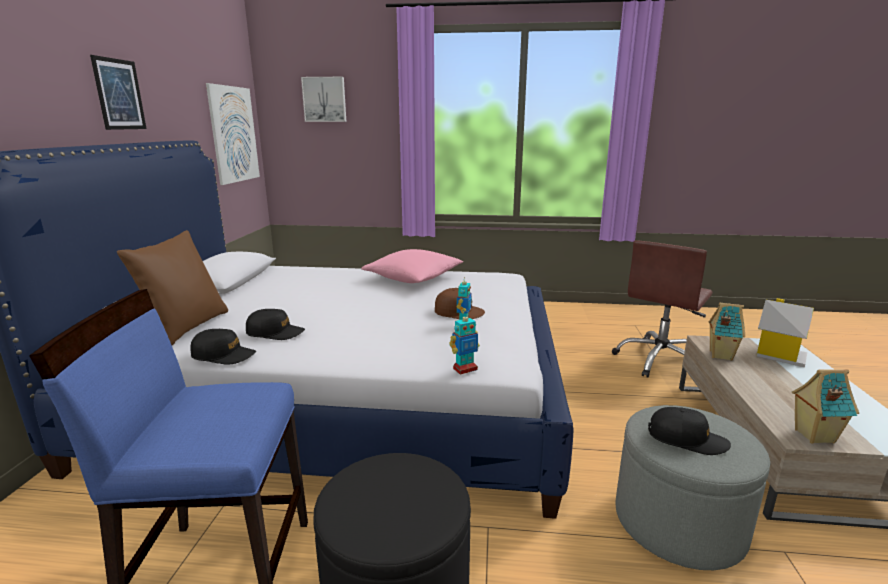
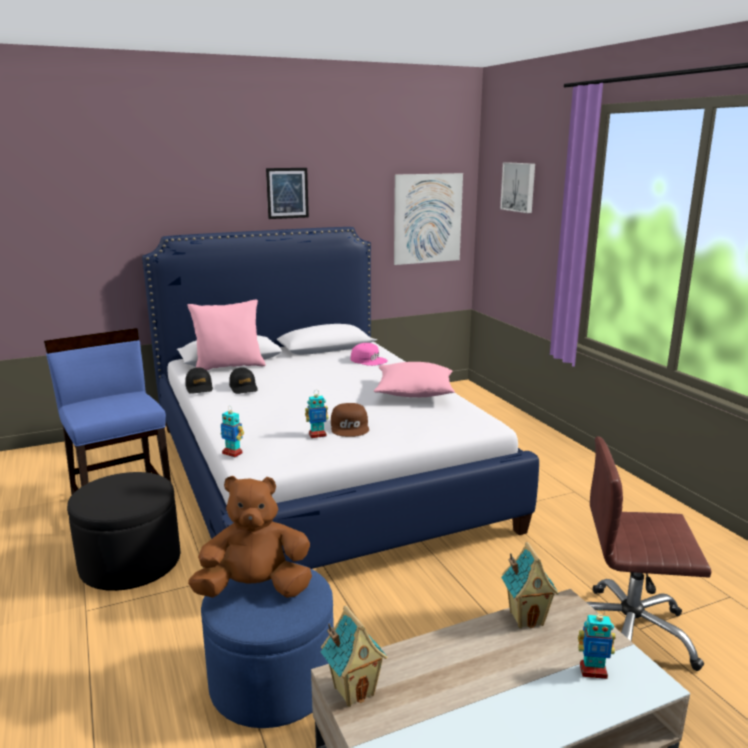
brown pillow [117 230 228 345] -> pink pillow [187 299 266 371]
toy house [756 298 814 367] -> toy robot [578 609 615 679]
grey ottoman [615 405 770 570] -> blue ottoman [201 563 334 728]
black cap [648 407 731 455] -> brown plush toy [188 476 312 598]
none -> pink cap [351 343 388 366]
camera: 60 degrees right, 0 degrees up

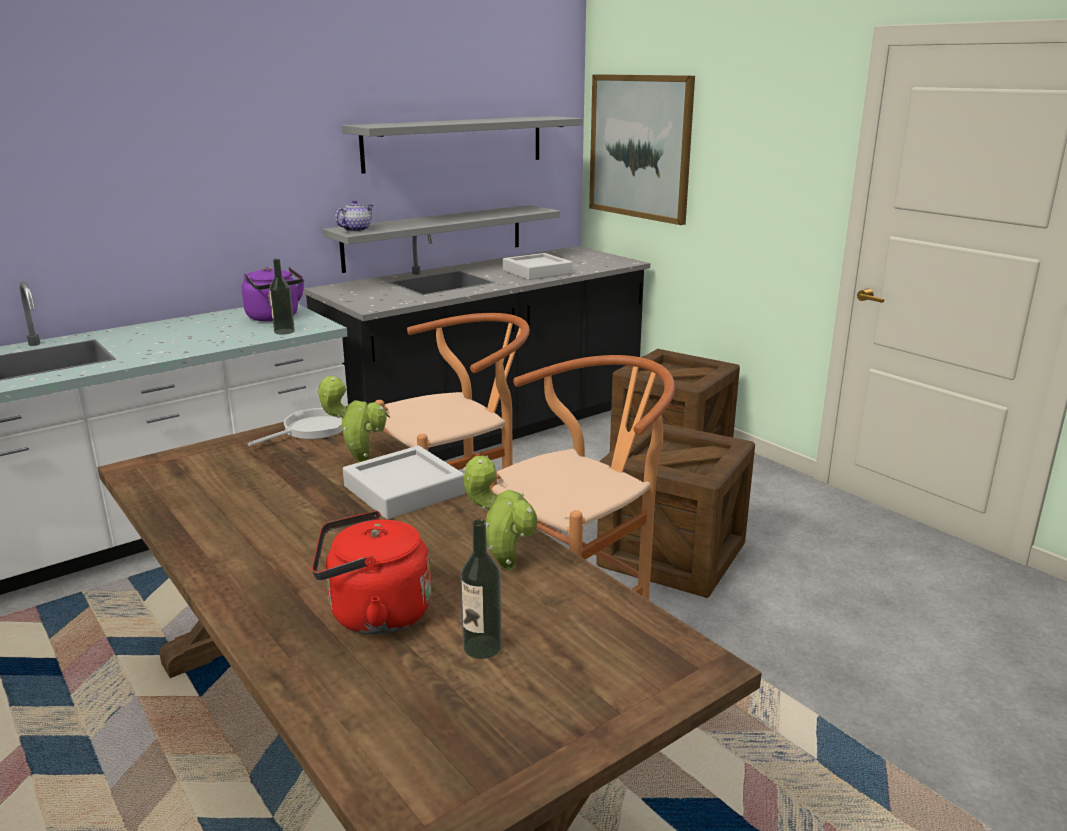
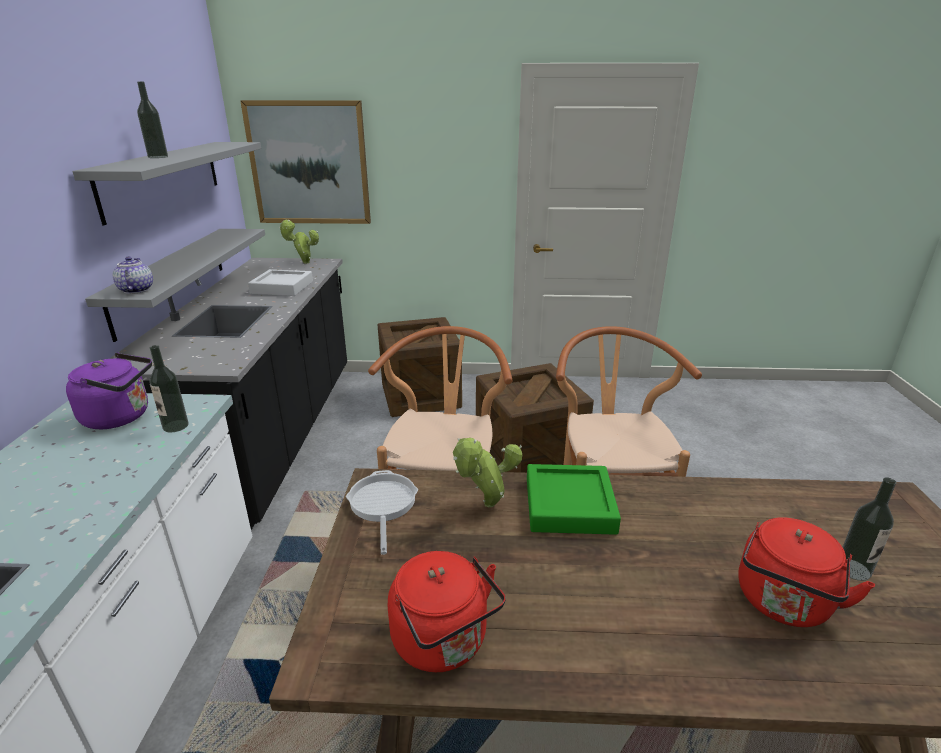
grey tray [343 446 465 519] -> green tray [527 464 621 535]
potted plant [463 456 537 570] -> potted plant [279 220 319 264], shifted
none -> bottle [137 82 168 158]
none -> red kettle [388 551 506 672]
camera: 50 degrees left, 5 degrees up

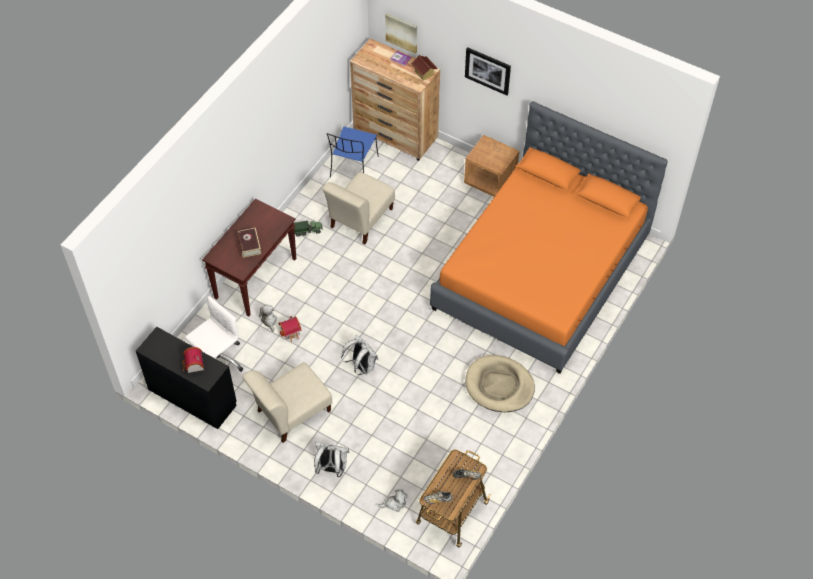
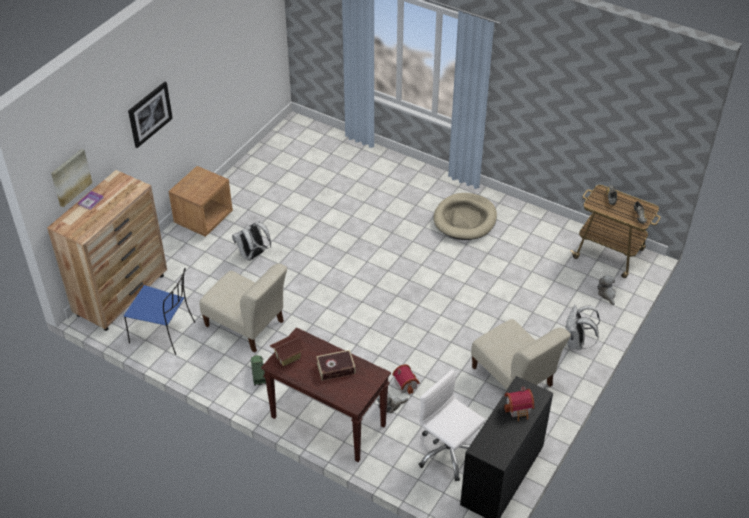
toy house [411 55 438 81] -> toy house [270 335 305 366], shifted
orange bed [430 101 668 374] -> none
white backpack [341 335 378 375] -> white backpack [232 220 271 260], shifted
camera: 90 degrees left, 10 degrees down

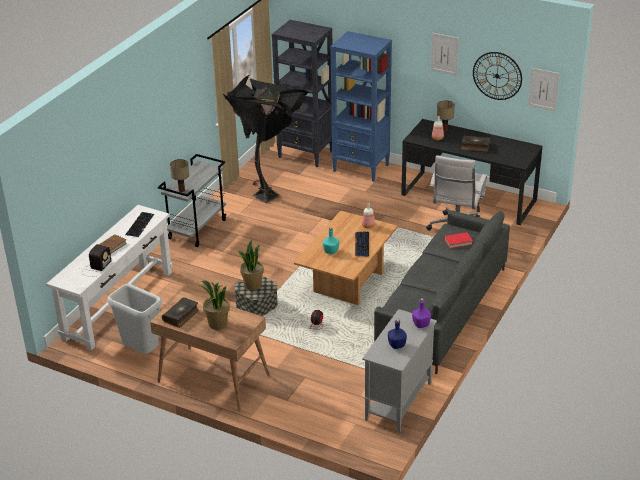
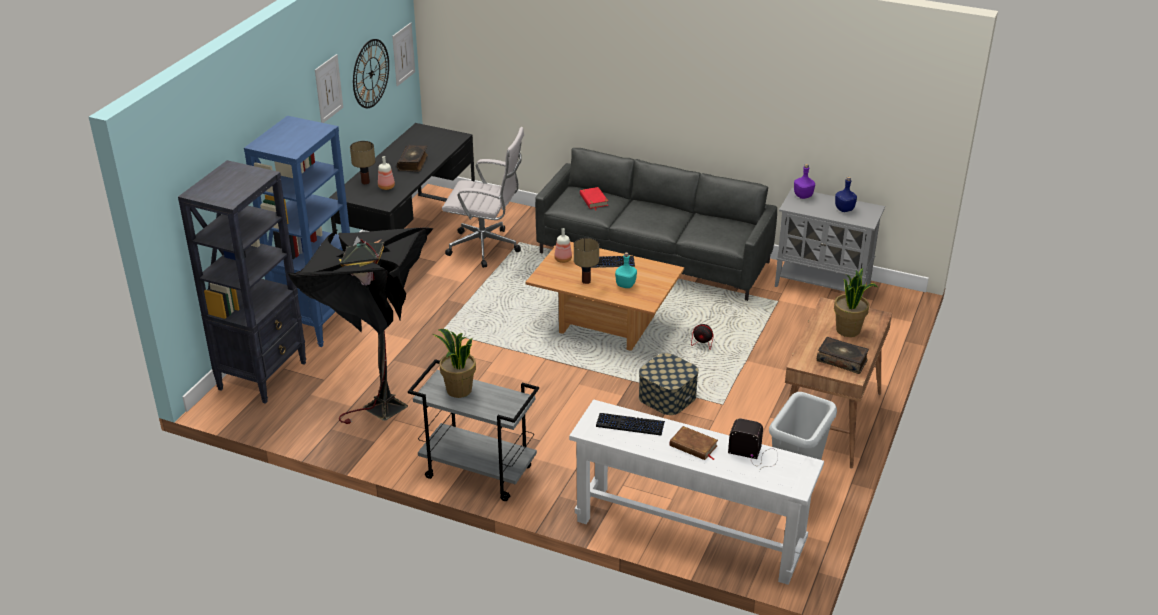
table lamp [170 159 189 192] -> table lamp [574 238 599 284], shifted
potted plant [238 239 264 291] -> potted plant [433 329 476 398], shifted
camera: 95 degrees left, 0 degrees up

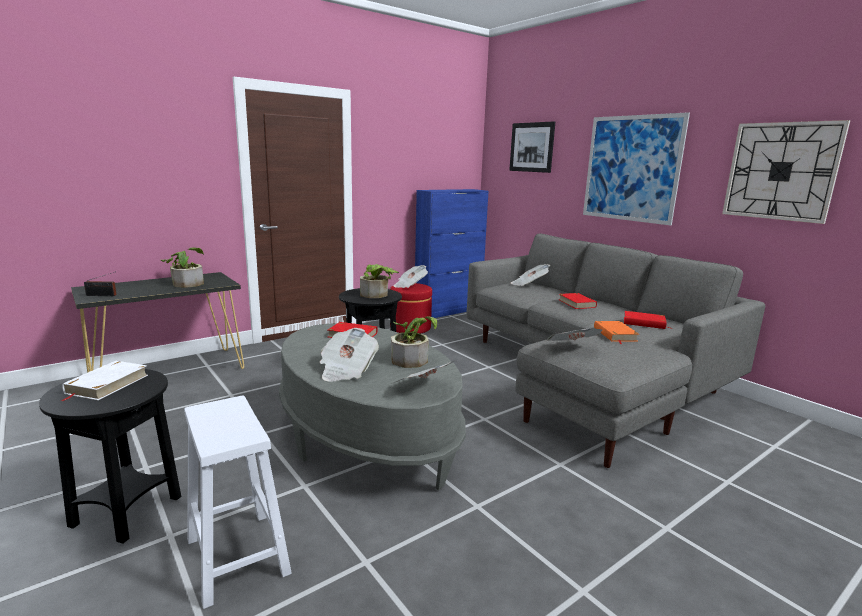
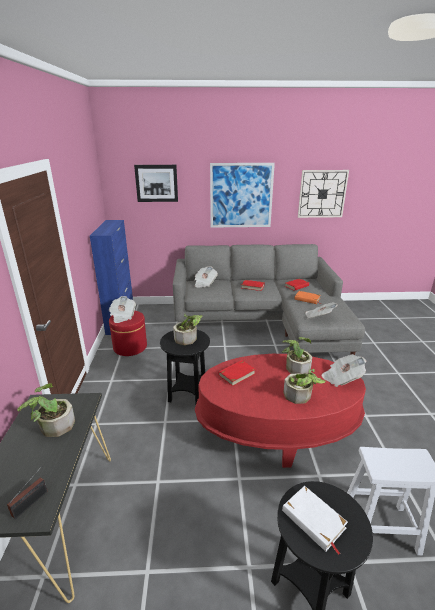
grey coffee table [279 323 466 490] -> red coffee table [195 354 366 468]
newspaper [320 328 379 382] -> potted plant [284 369 326 404]
camera: 55 degrees left, 10 degrees up

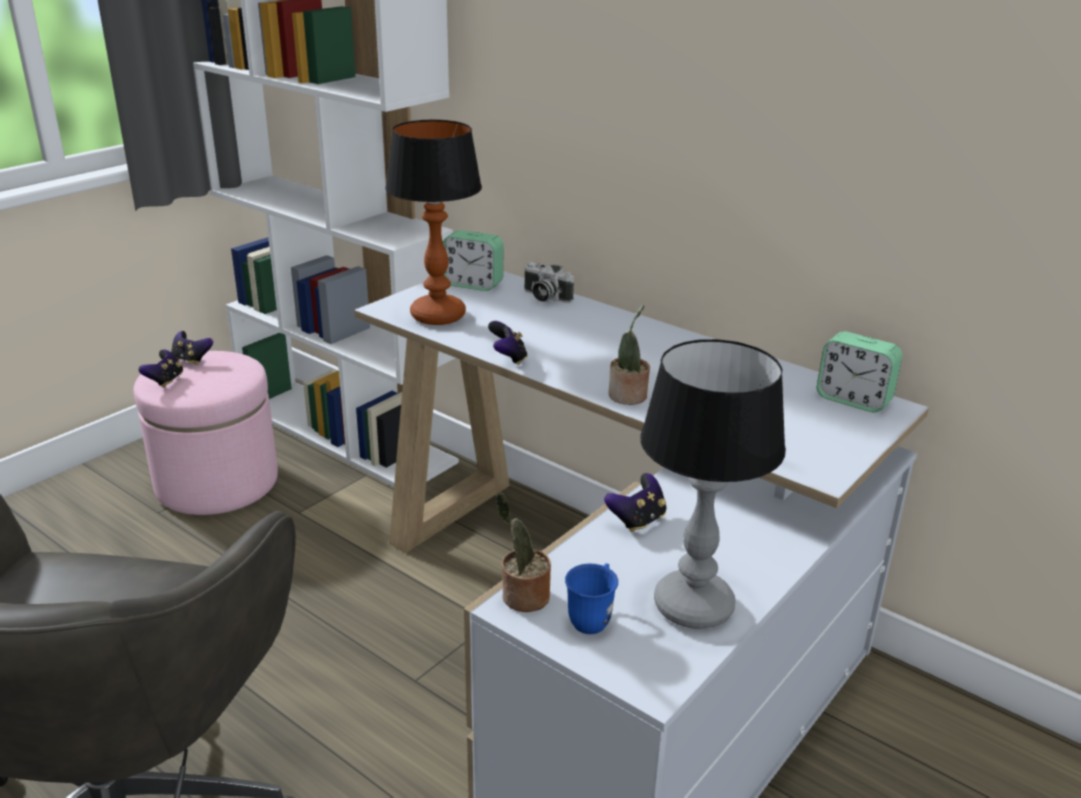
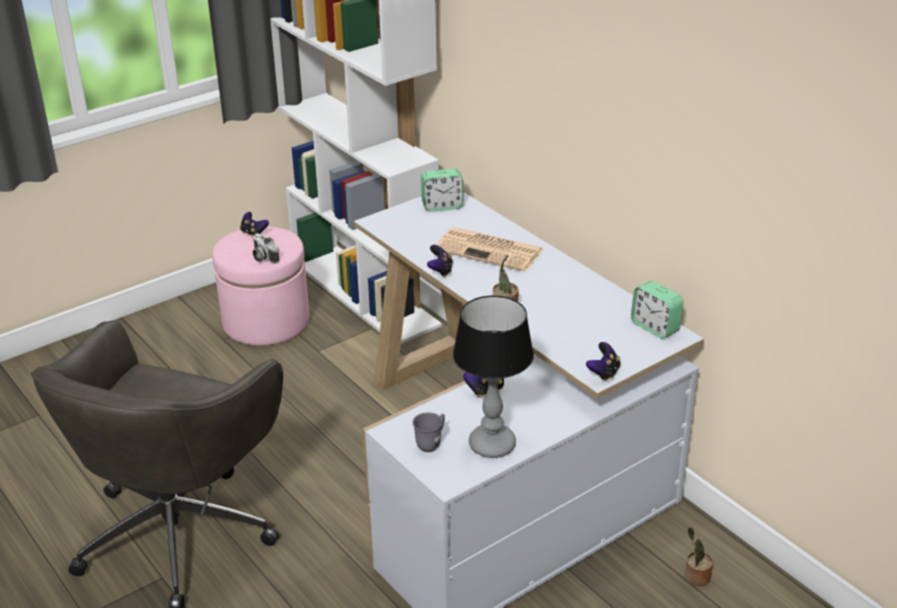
table lamp [385 120 482 325] -> none
alarm clock [443 230 504 291] -> alarm clock [421 168 464 212], 45 degrees counterclockwise
photo camera [524 262 574 303] -> photo camera [253 233 279 264], shifted
game controller [138 349 183 388] -> game controller [586 342 620 381], shifted
potted plant [496 493 551 612] -> potted plant [685 527 713 586], shifted
blue mug [565 563 618 634] -> grey mug [413 412 445 452]
none -> newspaper [436 227 543 272]
camera: 15 degrees right, 5 degrees up

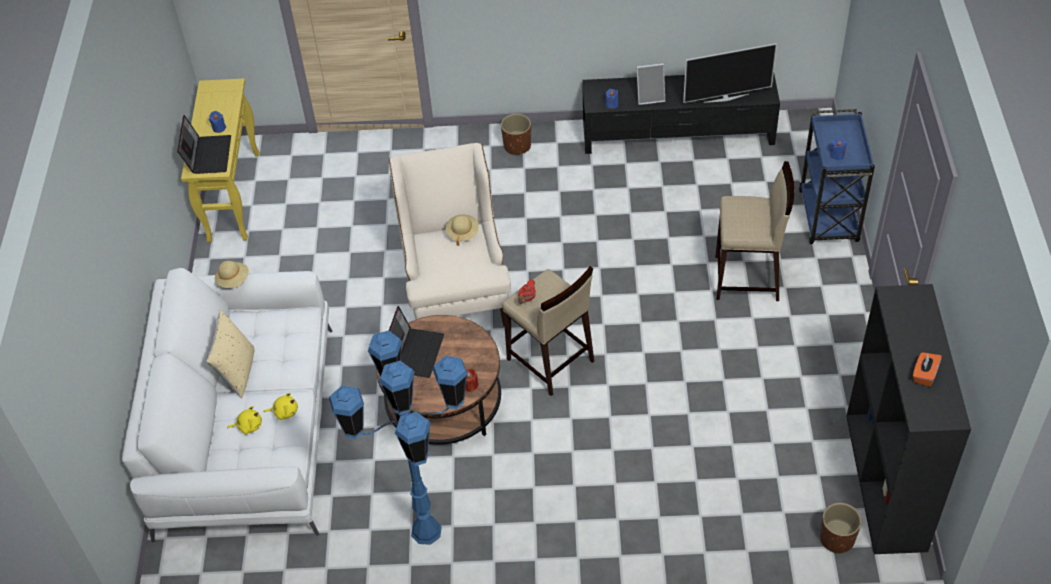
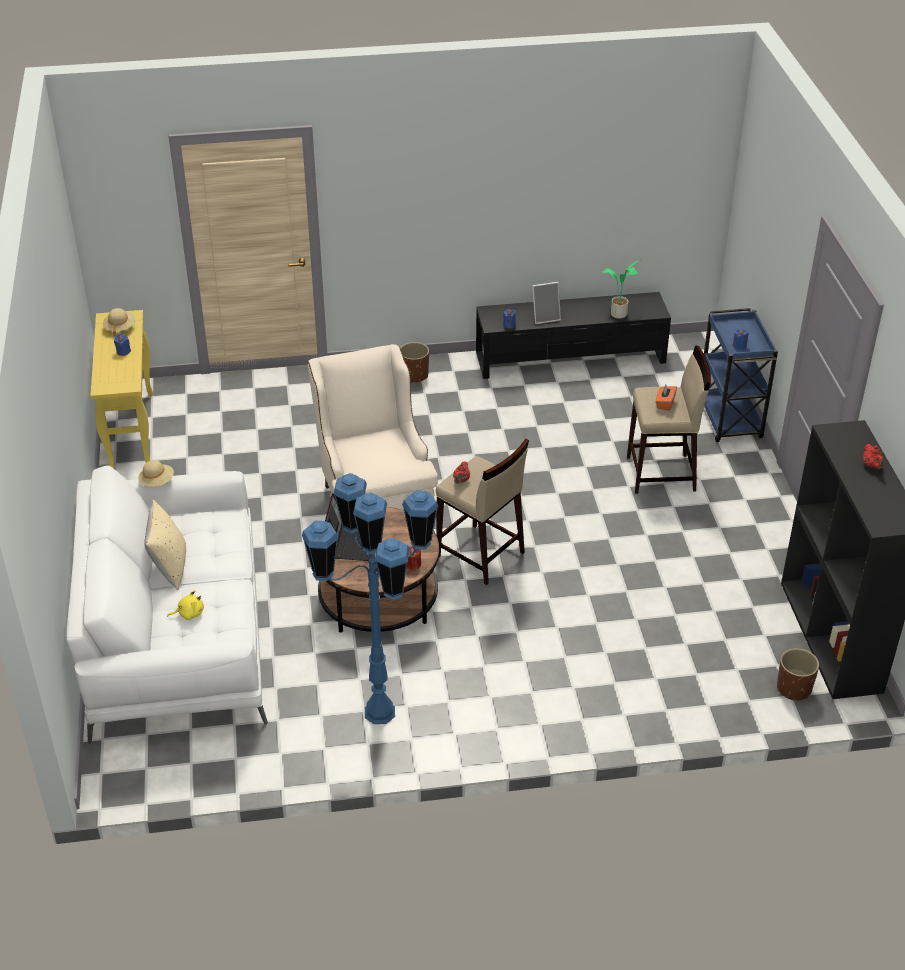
television [683 43 777 103] -> potted plant [602 261 638 319]
laptop [177 115 231 174] -> none
beige hat [446 215 479 246] -> beige hat [103 308 135 337], shifted
orange tissue box [913 352 942 387] -> orange tissue box [656 384 677 411], shifted
yellow plush toy [263 393 298 420] -> none
none -> red teapot [863 444 883 469]
camera: 10 degrees left, 10 degrees down

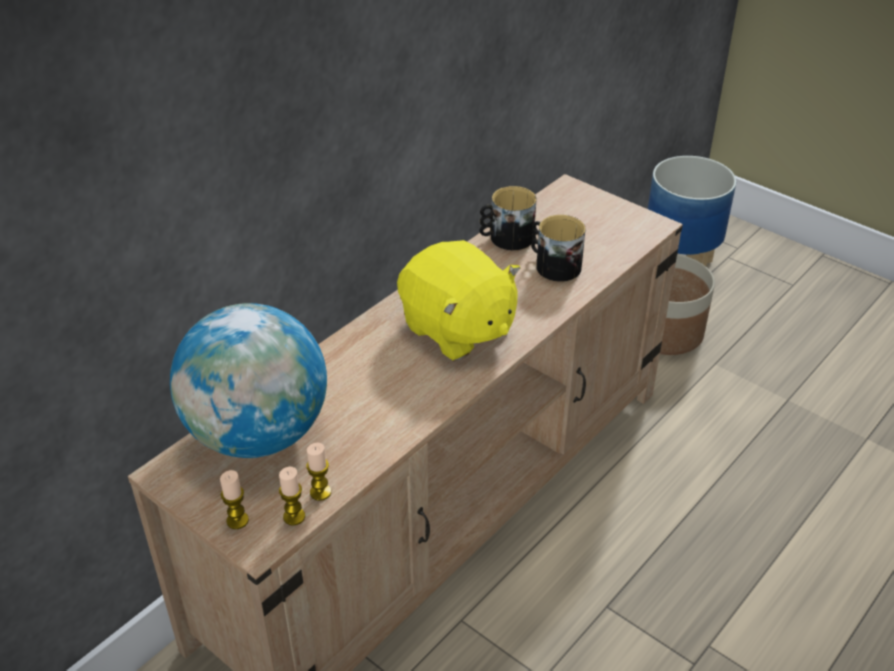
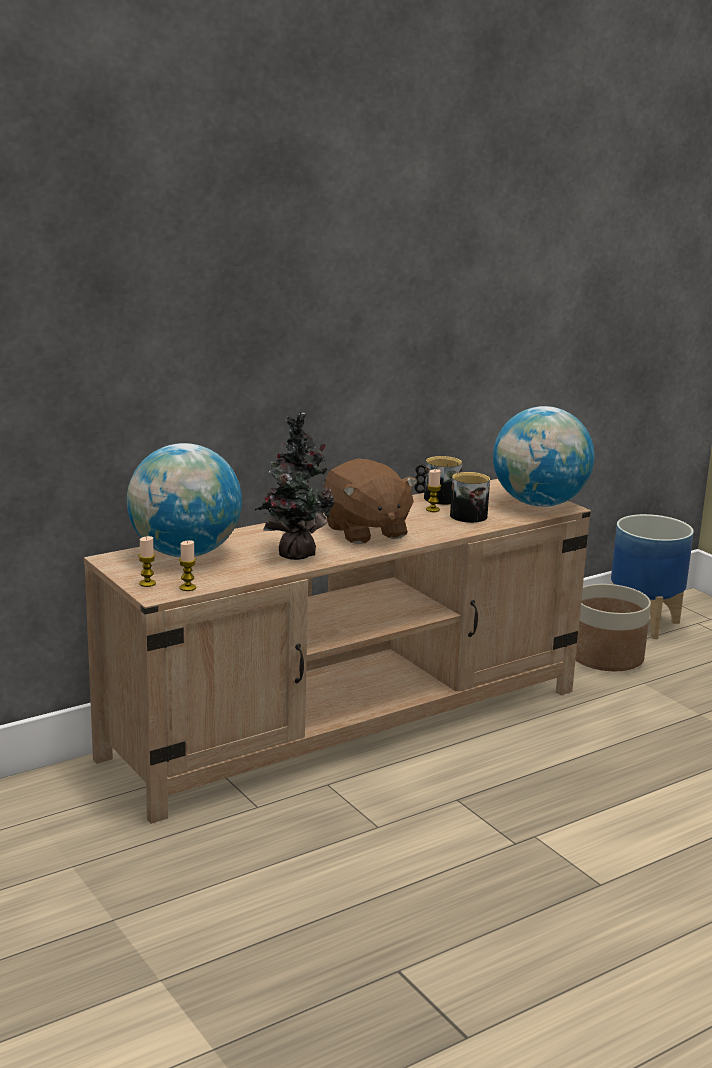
yellow plush toy [397 240 520 360] -> brown plush toy [324 458 417 544]
candle [306 442 331 501] -> candle [426 469 441 512], shifted
none -> globe [493 406 594 507]
none -> potted plant [255 412 334 560]
camera: 15 degrees right, 20 degrees down

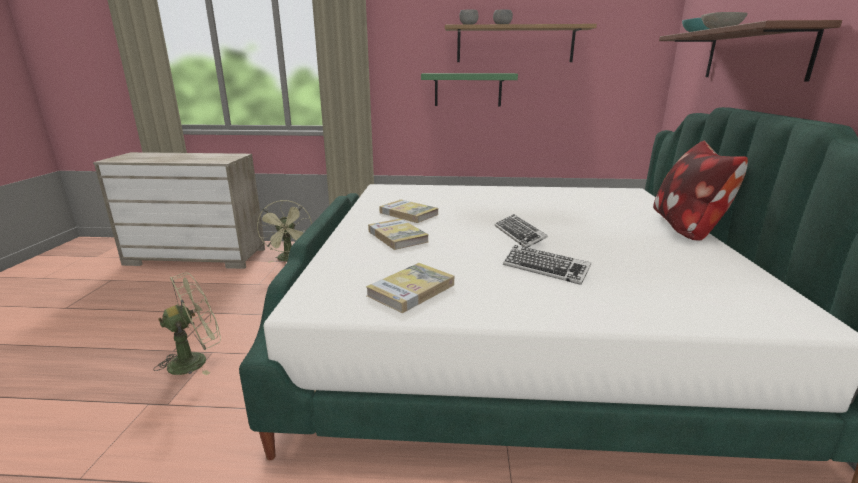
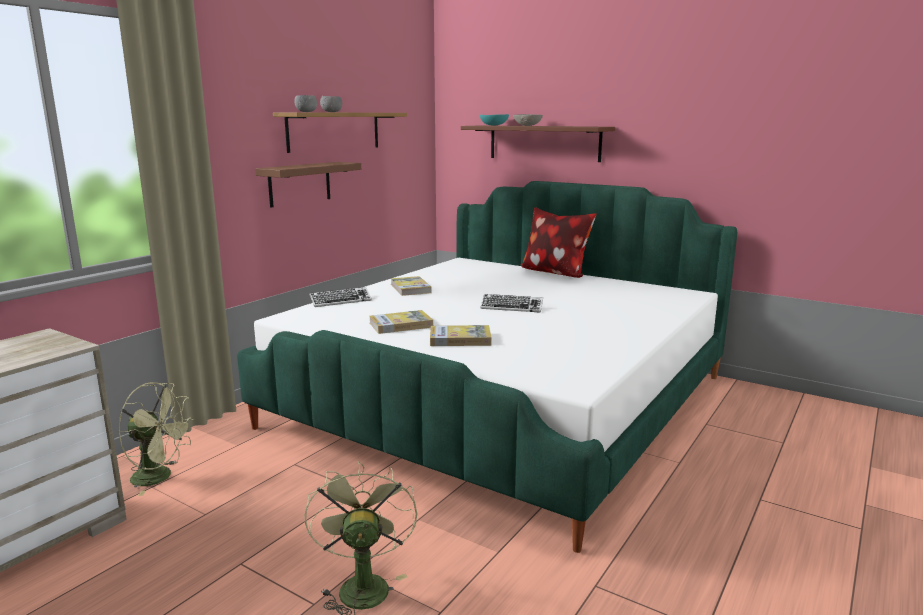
green shelf [421 73 518 106] -> brown shelf [255 162 361 207]
keyboard [503 245 591 285] -> keyboard [309 287 372 307], shifted
book [366 263 454 313] -> book [391 276 432 296], shifted
camera: 60 degrees left, 5 degrees down

